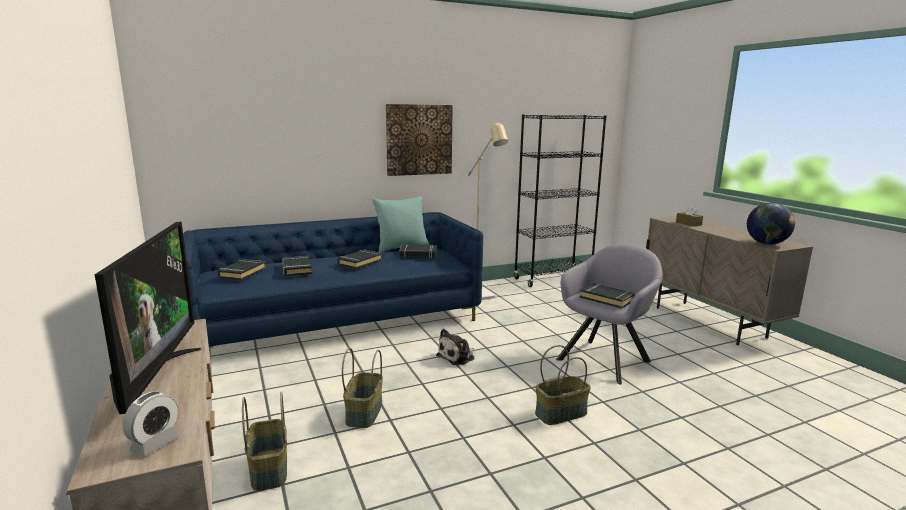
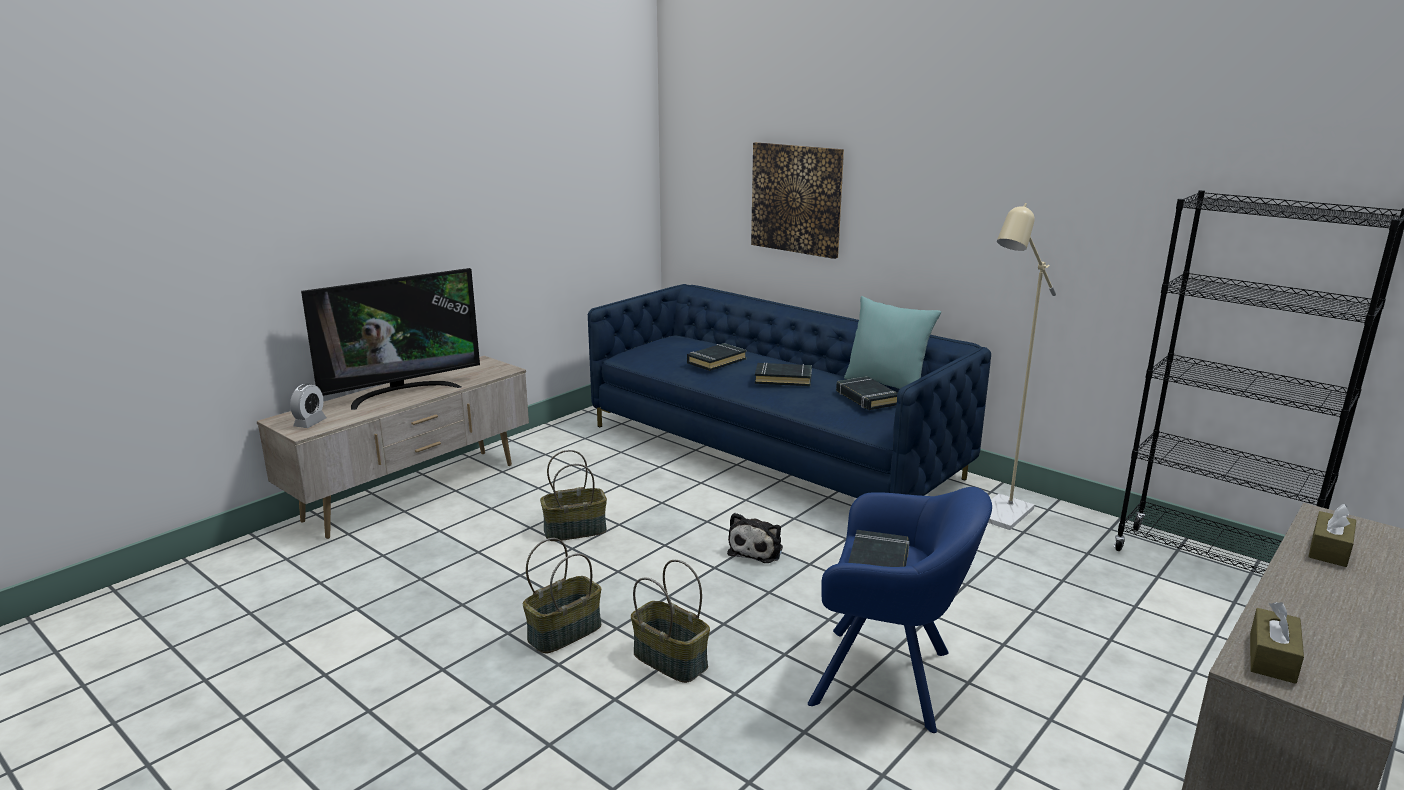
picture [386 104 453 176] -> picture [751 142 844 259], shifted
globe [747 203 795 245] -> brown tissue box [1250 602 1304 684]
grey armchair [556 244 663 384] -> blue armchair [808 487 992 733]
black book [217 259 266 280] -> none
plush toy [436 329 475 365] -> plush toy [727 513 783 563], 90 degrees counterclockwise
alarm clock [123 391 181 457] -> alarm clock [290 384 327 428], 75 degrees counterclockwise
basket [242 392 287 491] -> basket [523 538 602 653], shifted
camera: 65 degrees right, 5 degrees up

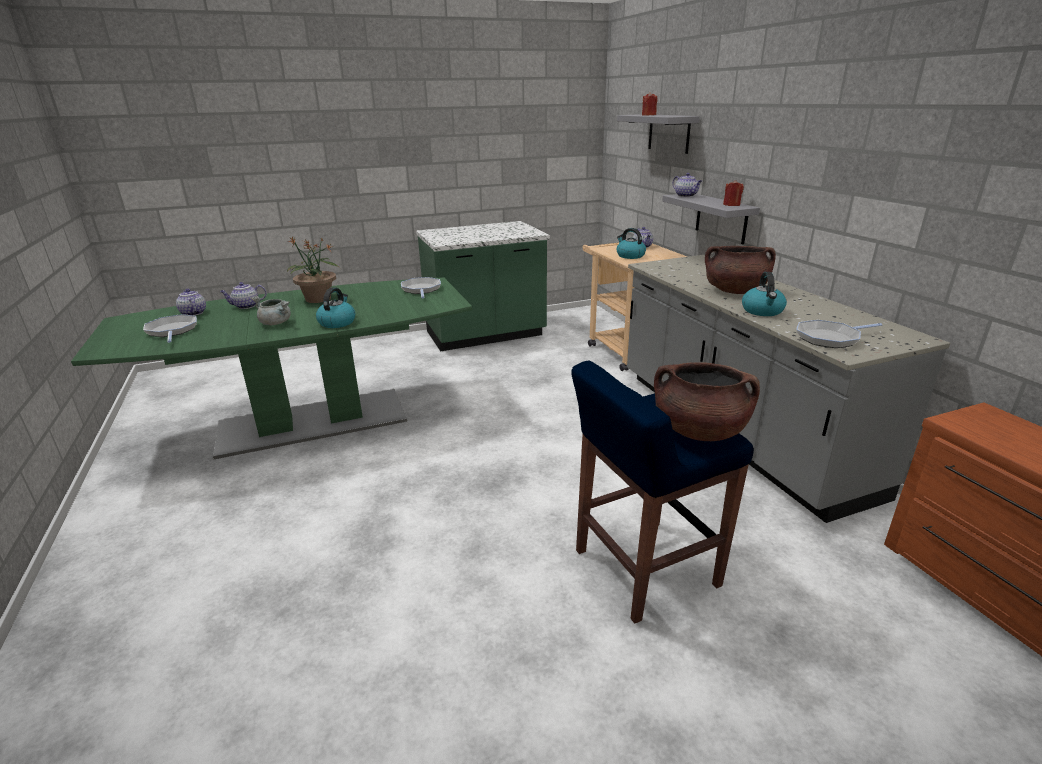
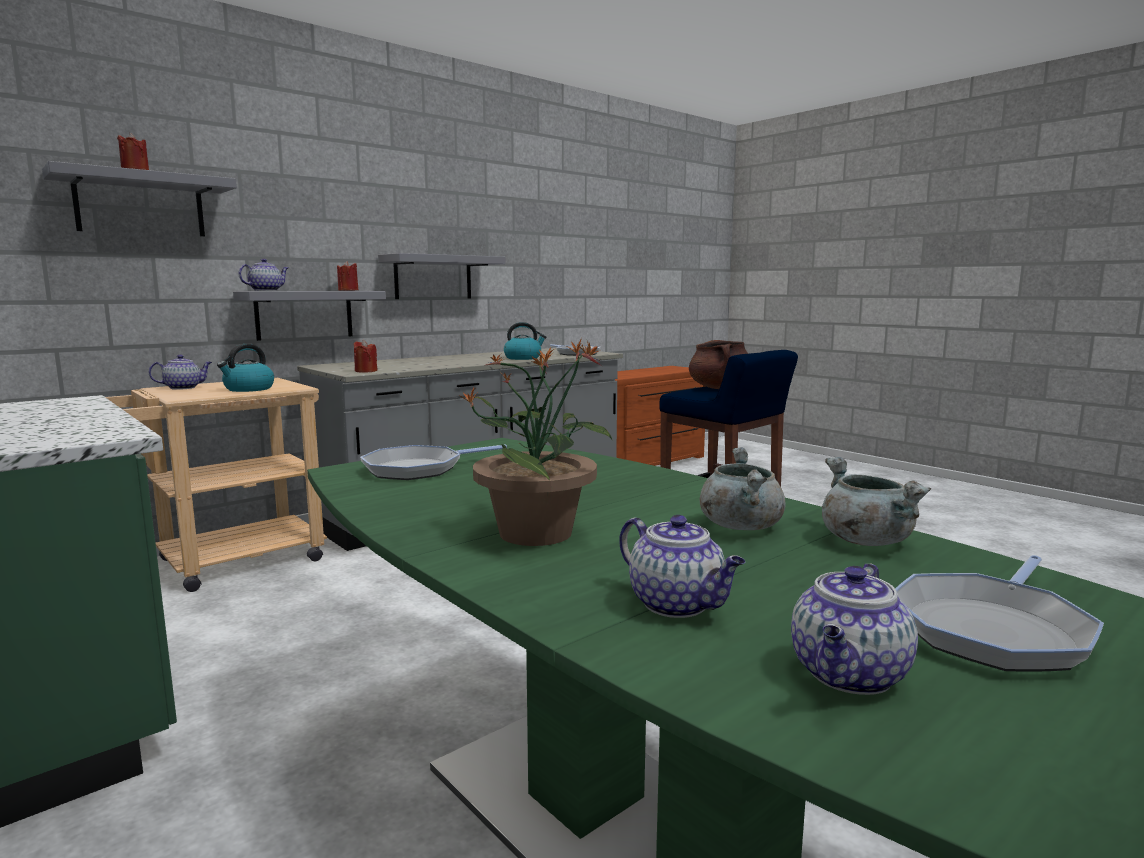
brown cooking pot [705 246 776 294] -> none
kettle [316 287 355 328] -> none
none -> grey shelf [378 253 506 299]
none -> red candle [354 340 378 373]
none -> grey cooking pot [822 457 931 546]
camera: 110 degrees left, 15 degrees down

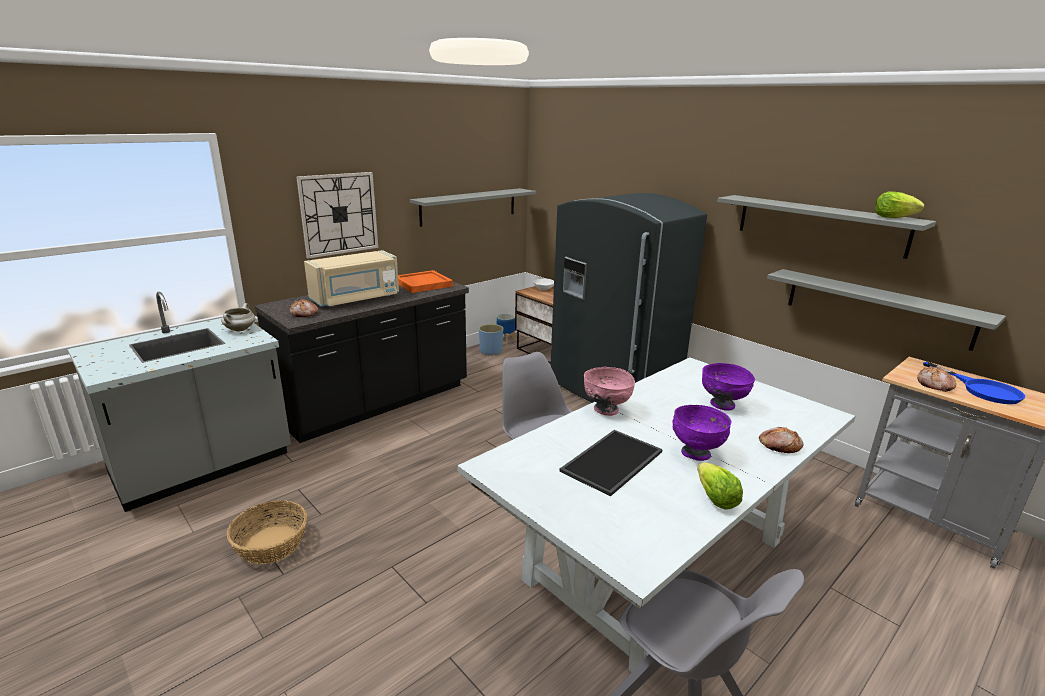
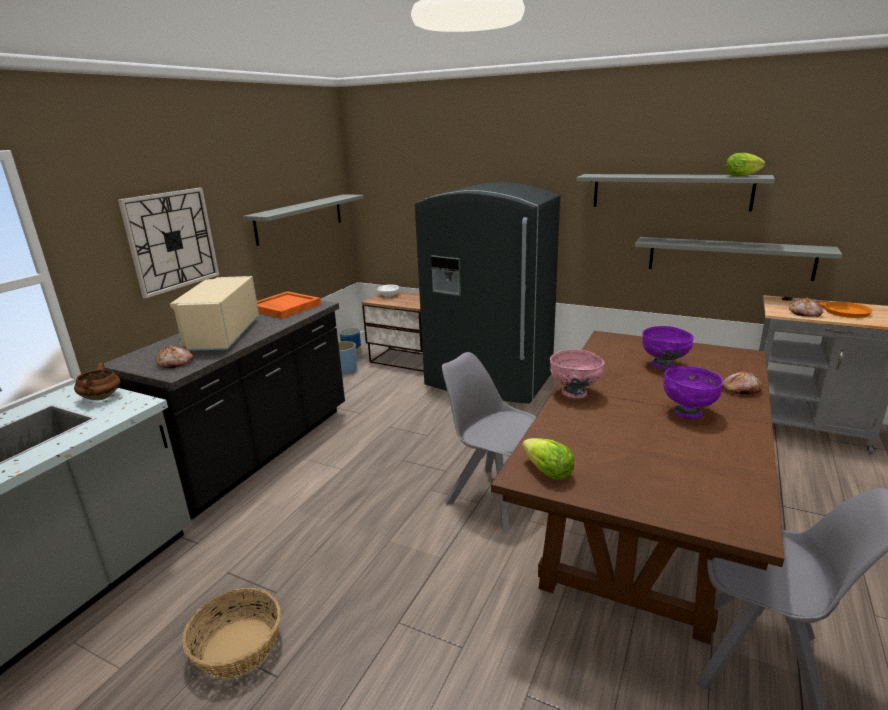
beige microwave [304 250 399 307] -> beige microwave [170 276 259 351], 150 degrees clockwise
white cooking pot [221 303 256 331] -> brown cooking pot [74 363 120 400]
white dining table [457 357 855 672] -> brown dining table [491 331 784 644]
blue frying pan [923 362 1025 404] -> orange frying pan [782 296 873 318]
tray [559 430 663 496] -> none
lettuce [697 463 743 509] -> lettuce [522 438 574 480], shifted
camera: 20 degrees left, 0 degrees up

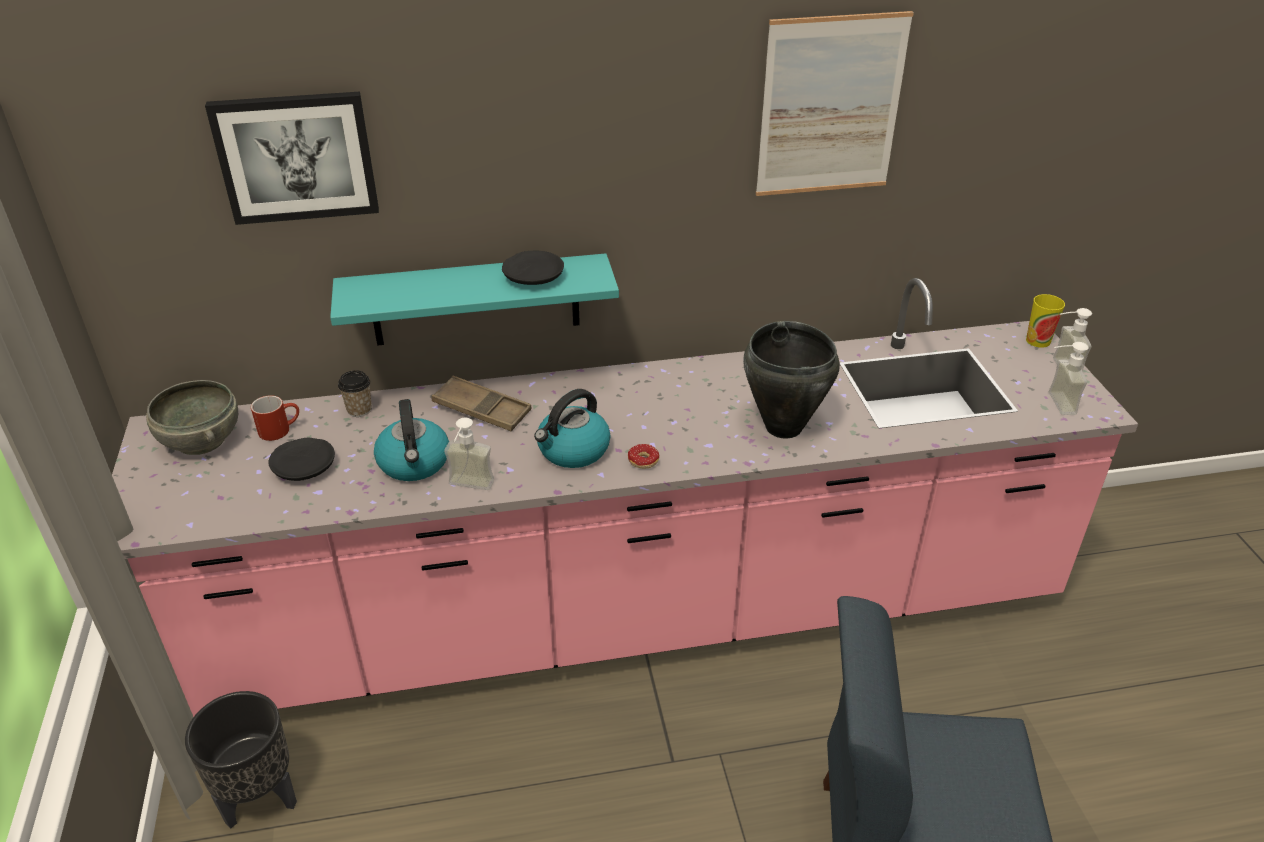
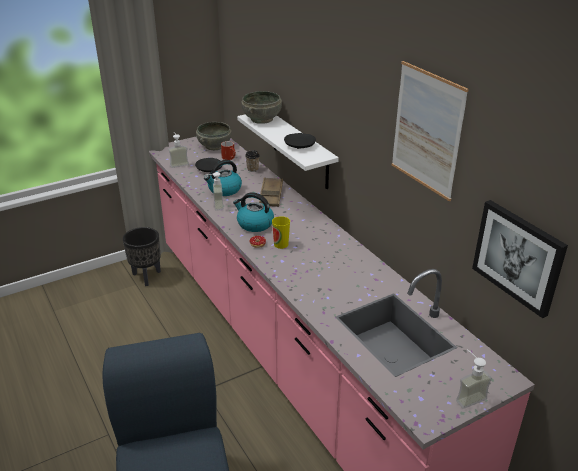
picture [205 91 379 225] -> picture [472 200 568 318], shifted
turquoise shelf [330 253 619 346] -> white shelf [237 114 339 189]
cup [1026 294 1065 348] -> cup [272 216 290 249], shifted
black cooking pot [743 321 840 438] -> none
soap dispenser [1049 342 1089 415] -> soap dispenser [168 132 189 168], shifted
none -> grey bowl [241 91 282 124]
camera: 70 degrees right, 5 degrees down

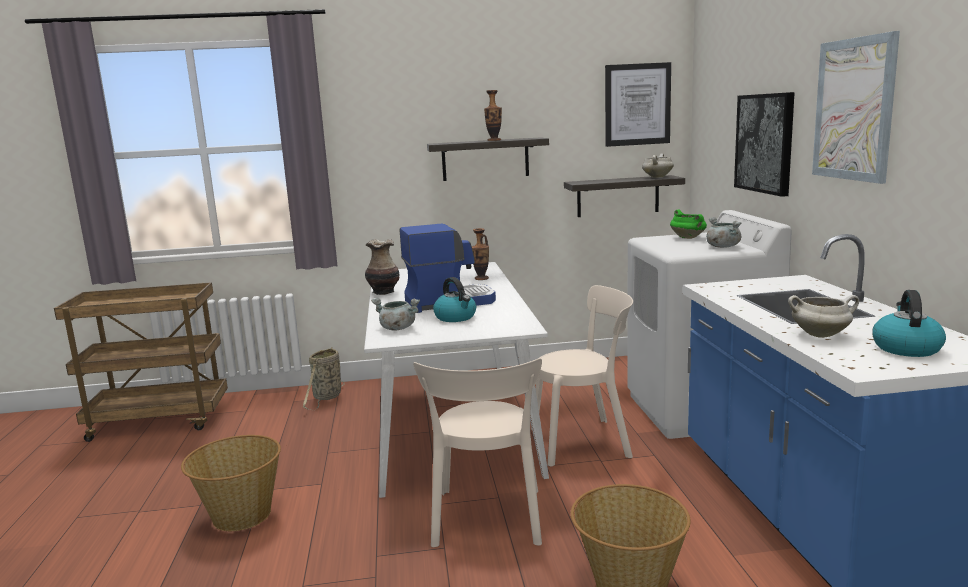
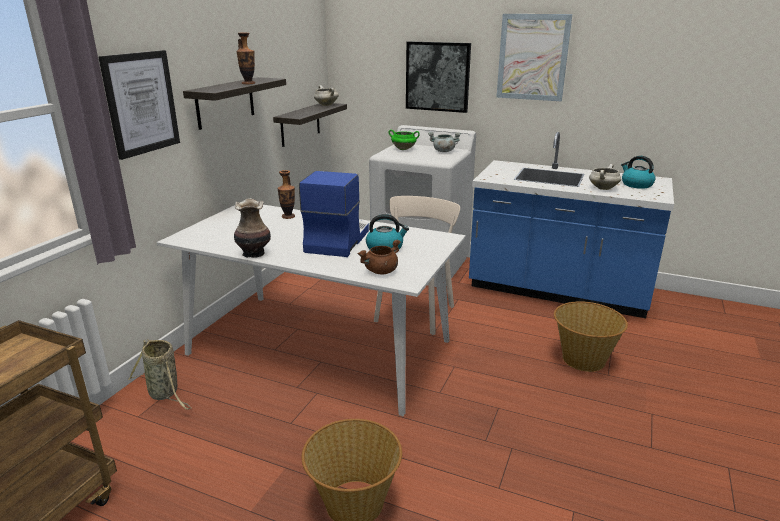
picture [605 62 671 147] -> picture [98 50 180 160], shifted
grey cooking pot [371 298 420 330] -> brown cooking pot [357 239 401 274]
beige chair [413 358 542 547] -> none
camera: 60 degrees left, 10 degrees up

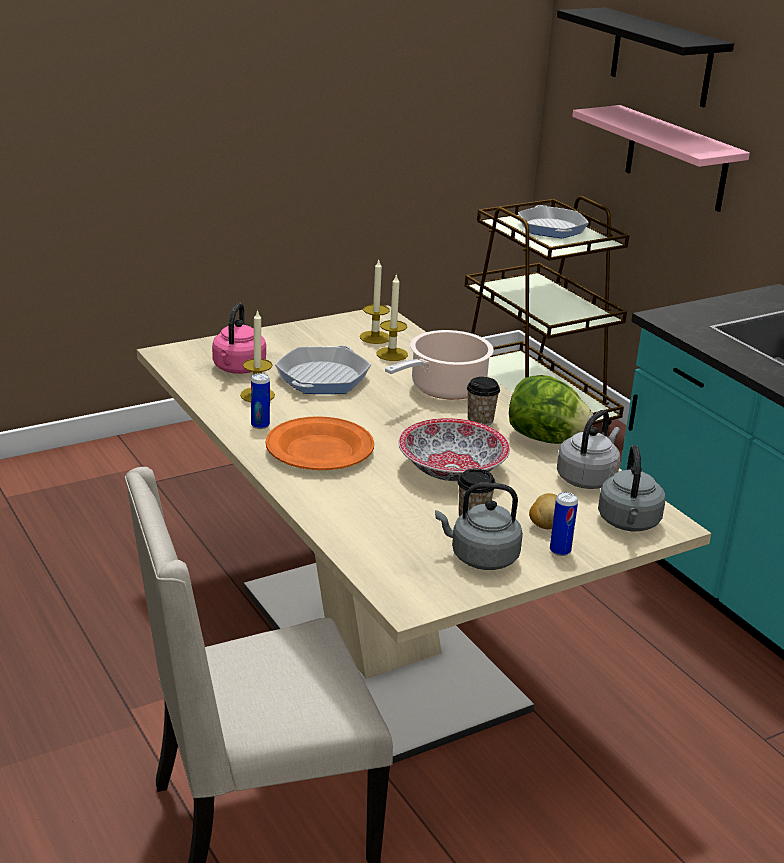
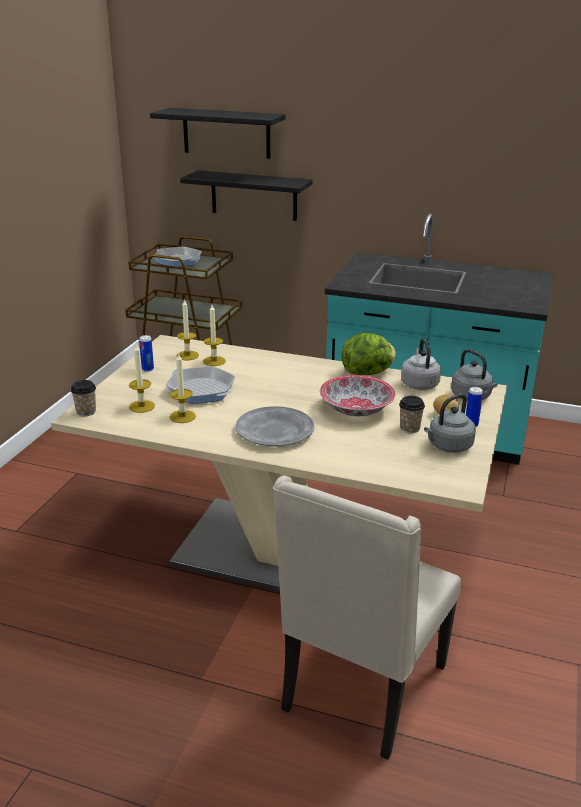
pink shelf [572 105 750 212] -> black shelf [180 170 312 221]
pink kettle [212 303 266 374] -> candle [129 345 155 413]
cooking pot [385 330 494 400] -> none
frying pan [275 345 371 394] -> frying pan [166 366 235 404], 150 degrees clockwise
can [251 373 270 429] -> can [139 335 154 372], shifted
cup [467 377 500 426] -> cup [71 380 96 416], shifted
orange plate [265 416 374 470] -> grey plate [236 406 315 447]
camera: 40 degrees left, 0 degrees up

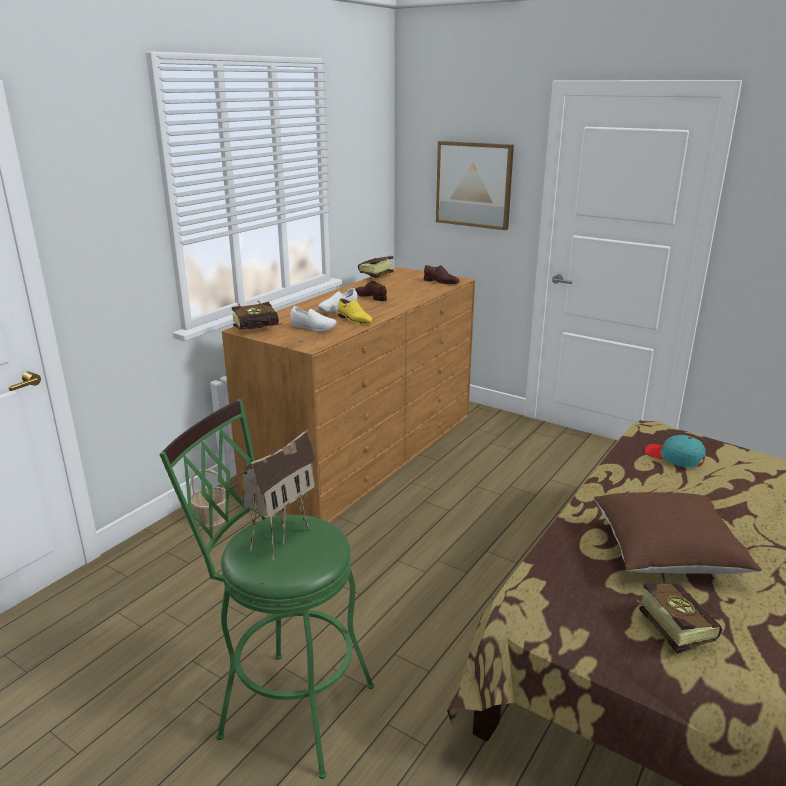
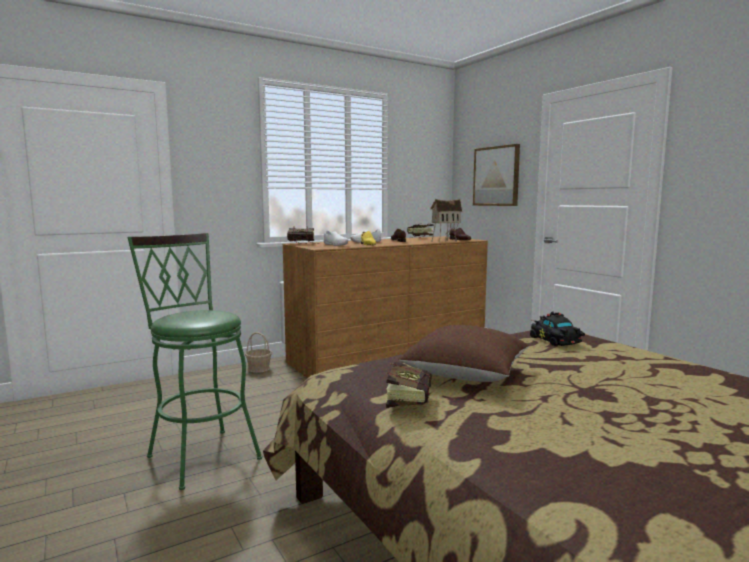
toy house [236 429 316 561] -> toy house [430 199 462 243], shifted
turquoise cap [645 435 705 468] -> black toy car [530 312 585 346]
camera: 25 degrees right, 15 degrees down

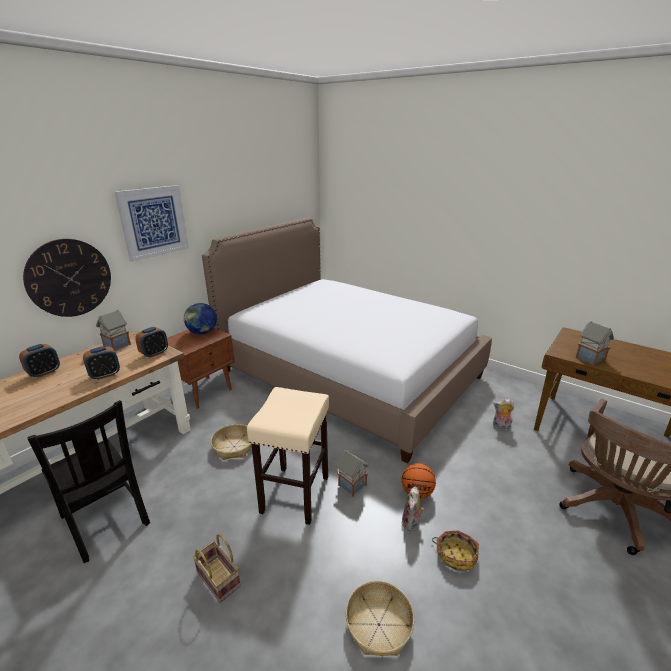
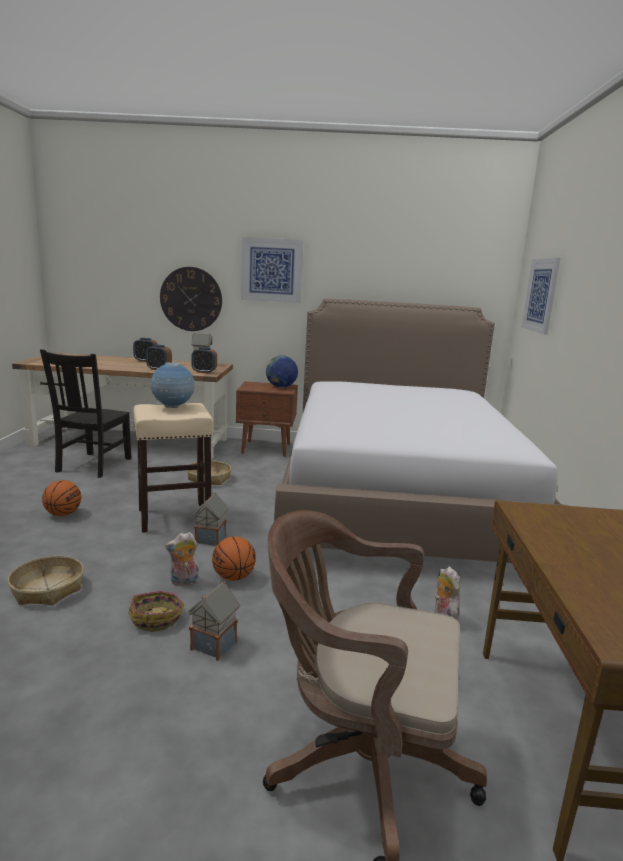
toy house [576 321 614 366] -> toy house [188 581 240 661], shifted
basket [193 534 241 603] -> basketball [42 480 81 516]
none -> picture [521 258 561 335]
none -> globe [150 362 194 408]
camera: 55 degrees right, 10 degrees down

